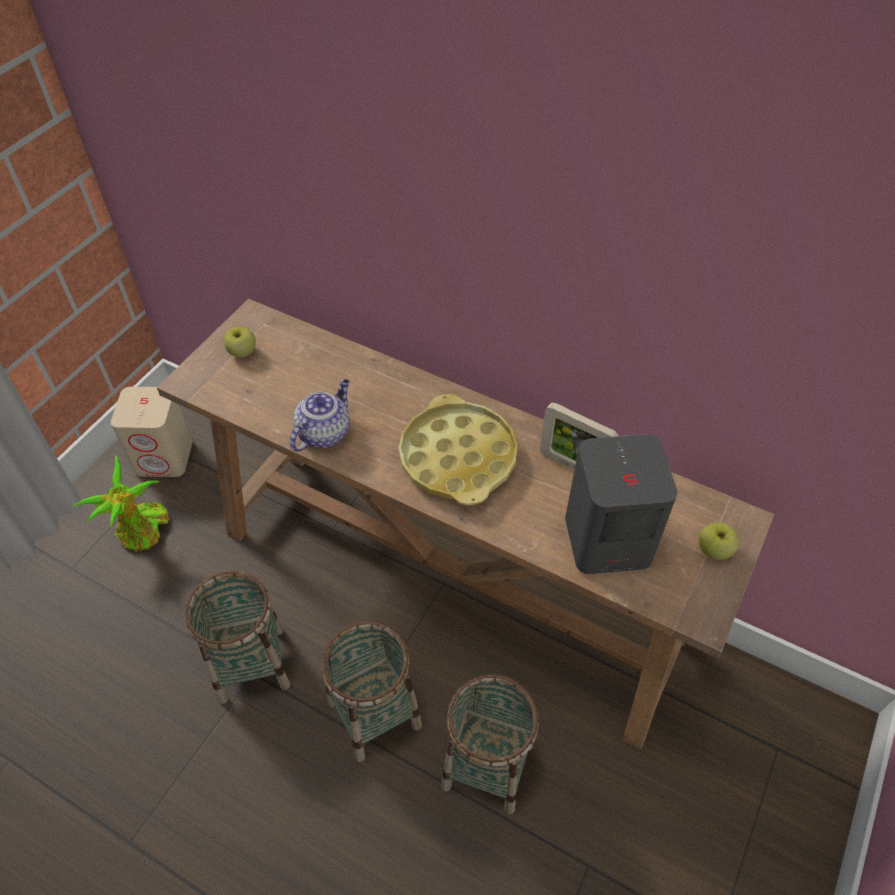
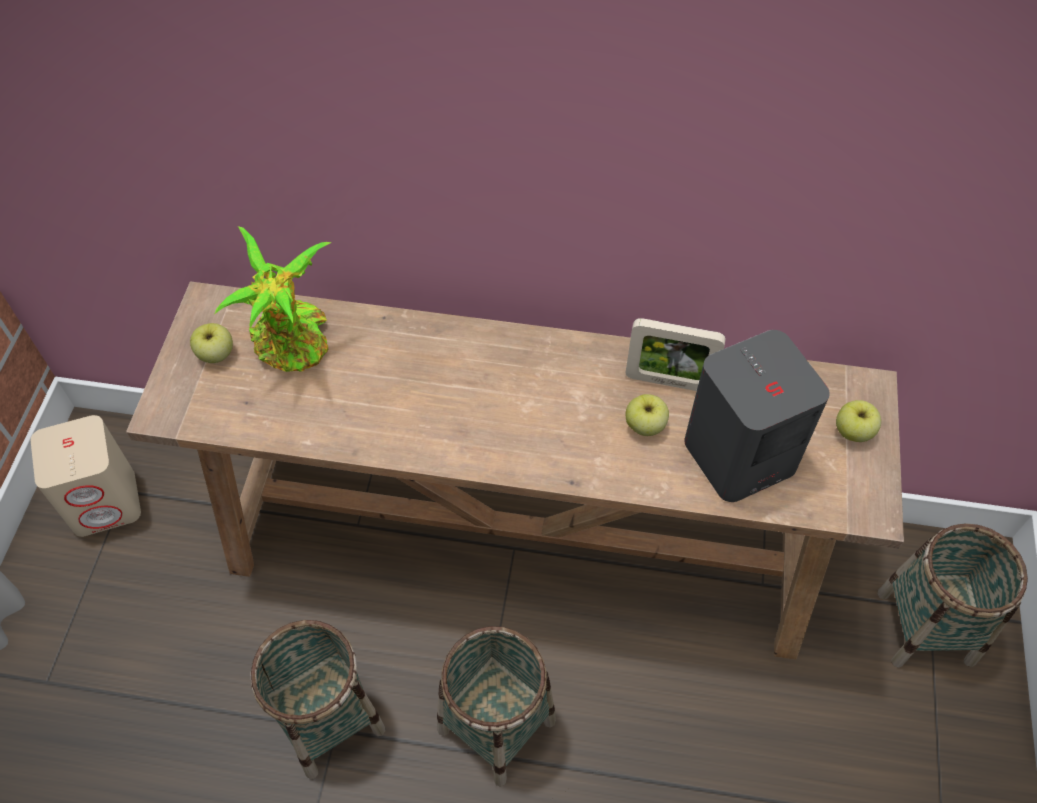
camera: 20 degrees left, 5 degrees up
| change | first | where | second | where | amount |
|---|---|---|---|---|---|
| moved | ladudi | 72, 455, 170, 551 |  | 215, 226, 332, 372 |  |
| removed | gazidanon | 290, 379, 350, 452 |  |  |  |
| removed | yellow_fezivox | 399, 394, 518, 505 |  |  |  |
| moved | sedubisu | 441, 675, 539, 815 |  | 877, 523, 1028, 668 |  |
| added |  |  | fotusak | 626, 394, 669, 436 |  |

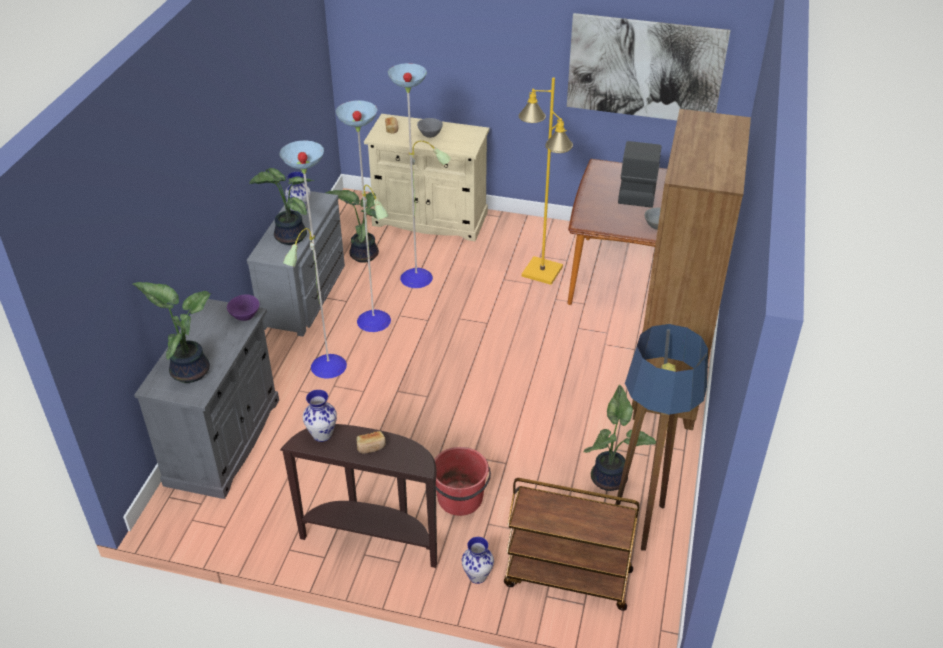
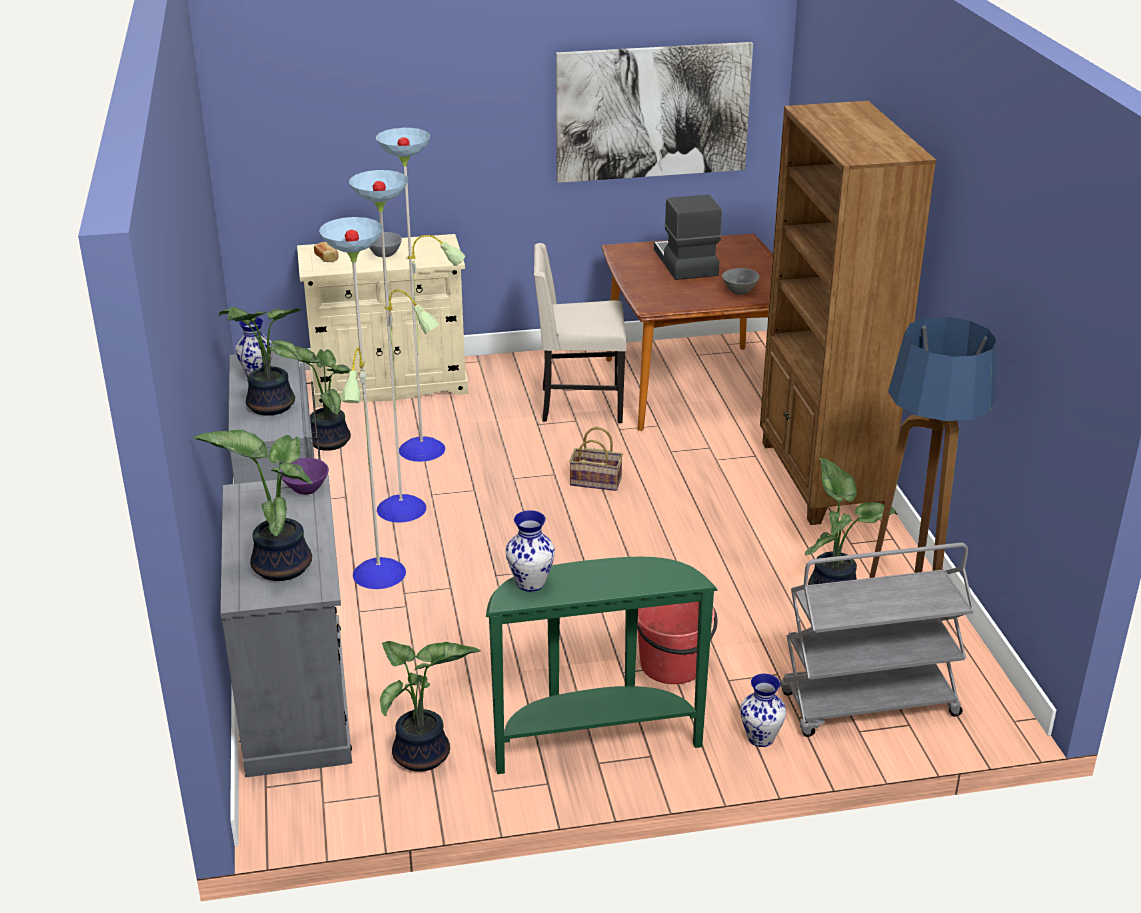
camera: 25 degrees left, 10 degrees down
| change | first | where | second | where | amount |
|---|---|---|---|---|---|
| recoloured | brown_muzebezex | 280, 424, 437, 568 | green_muzebezex | 486, 557, 718, 774 |  |
| removed | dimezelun | 357, 431, 386, 453 |  |  |  |
| recoloured | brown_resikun | 504, 478, 640, 611 | grey_resikun | 780, 543, 975, 737 |  |
| replaced | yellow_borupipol | 518, 77, 573, 285 | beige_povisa | 534, 243, 626, 423 |  |
| added |  |  | ladudi | 380, 641, 481, 772 |  |
| added |  |  | sedubisu | 569, 427, 623, 491 |  |

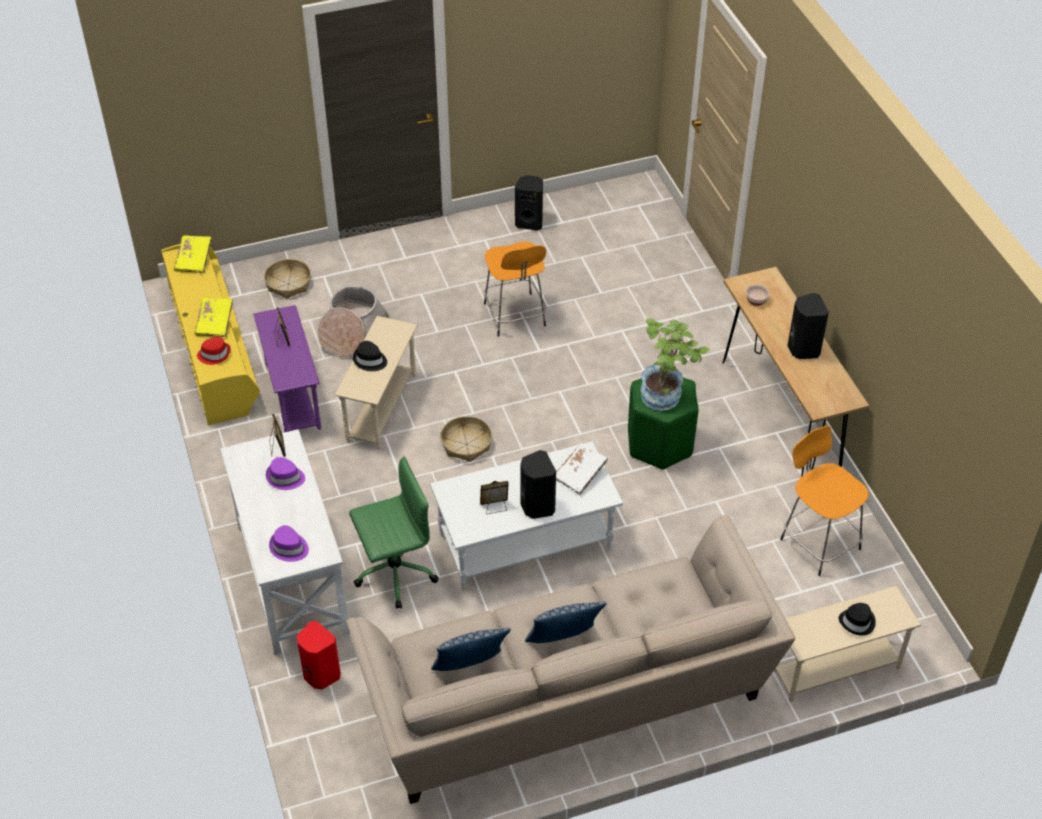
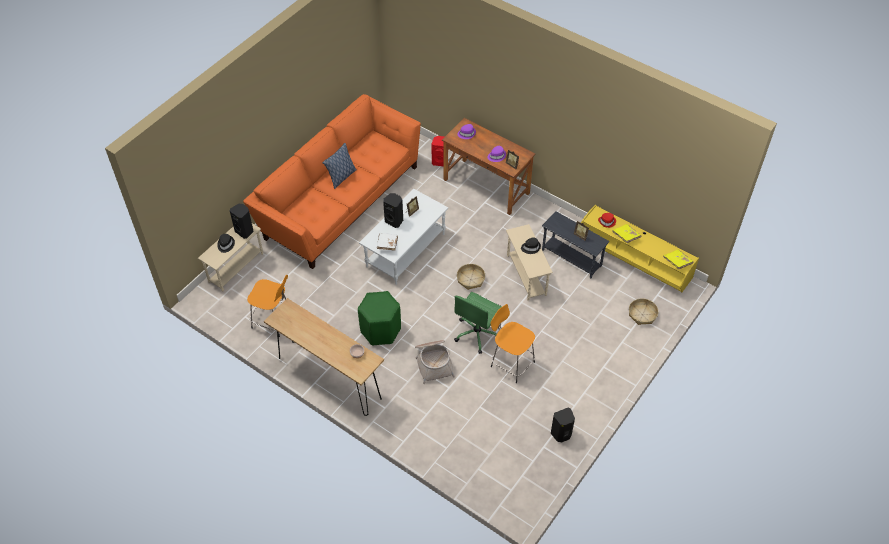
camera: 145 degrees right, 5 degrees up
| change | first | where | second | where | amount |
|---|---|---|---|---|---|
| recoloured | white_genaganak | 220, 429, 350, 655 | brown_genaganak | 442, 118, 536, 215 |  |
| recoloured | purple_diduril | 254, 305, 321, 432 | grey_diduril | 542, 211, 609, 279 |  |
| moved | sedubisu | 318, 286, 389, 357 |  | 415, 340, 455, 384 |  |
| recoloured | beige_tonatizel | 346, 515, 795, 804 | orange_tonatizel | 243, 94, 421, 269 |  |
| moved | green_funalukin | 349, 456, 439, 609 |  | 454, 292, 502, 354 |  |
| removed | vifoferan | 431, 628, 511, 671 |  |  |  |
| removed | ladudi | 640, 318, 710, 411 |  |  |  |
| moved | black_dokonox | 787, 293, 829, 359 |  | 230, 204, 254, 239 |  |

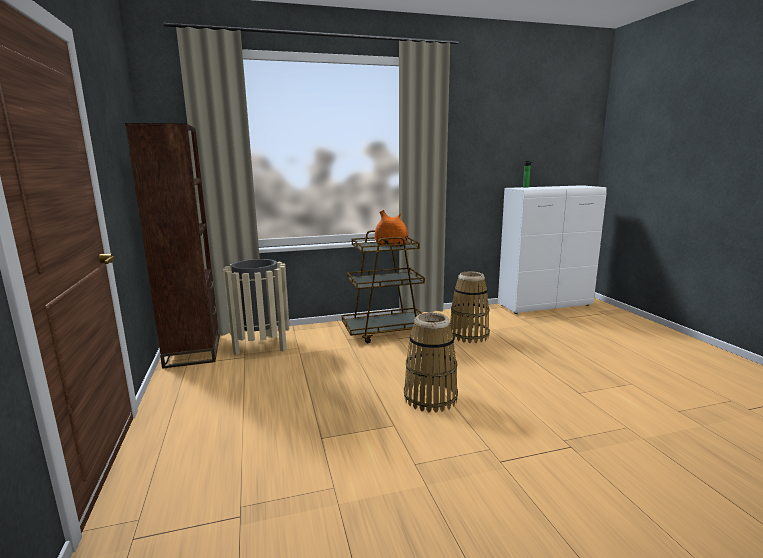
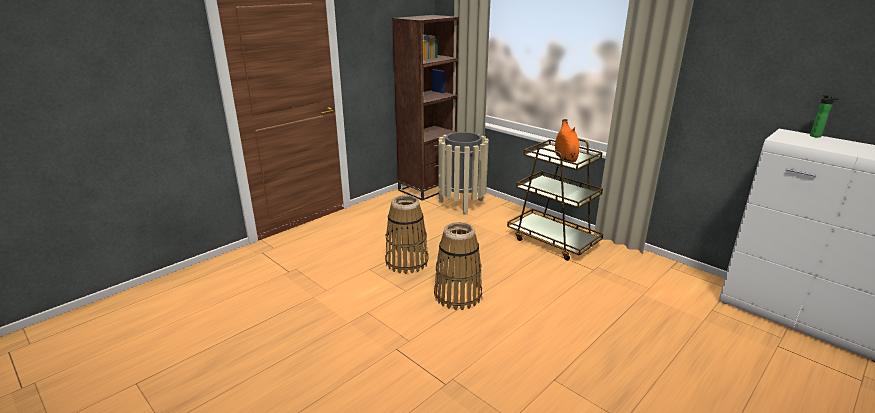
camera: 60 degrees right, 10 degrees up
| change | first | where | second | where | amount |
|---|---|---|---|---|---|
| moved | sedubisu | 450, 271, 490, 343 |  | 385, 195, 429, 274 |  |

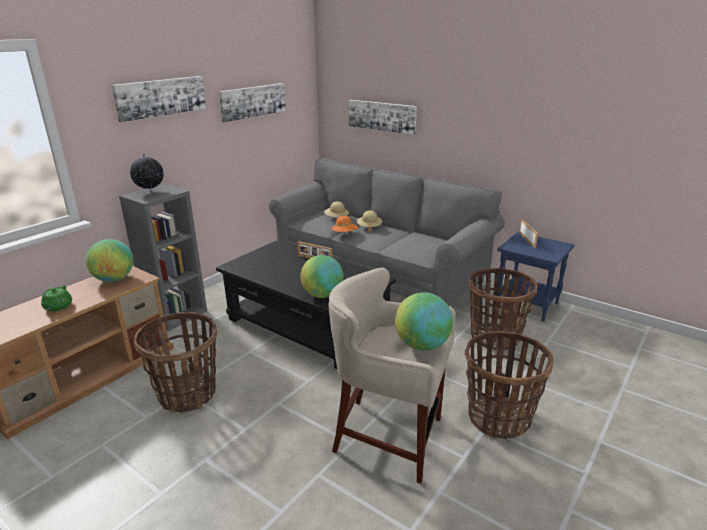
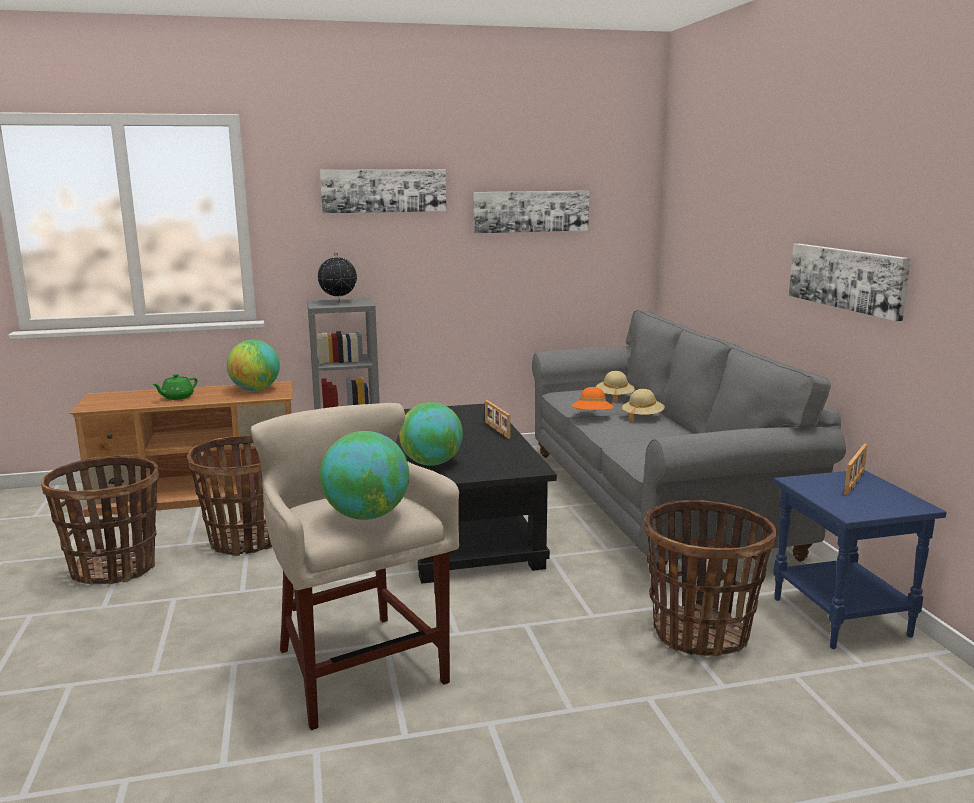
camera: 40 degrees right, 10 degrees down
| change | first | where | second | where | amount |
|---|---|---|---|---|---|
| moved | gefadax | 349, 100, 417, 135 |  | 789, 244, 911, 321 |  |
| moved | sedubisu | 465, 331, 554, 439 |  | 41, 456, 159, 584 |  |

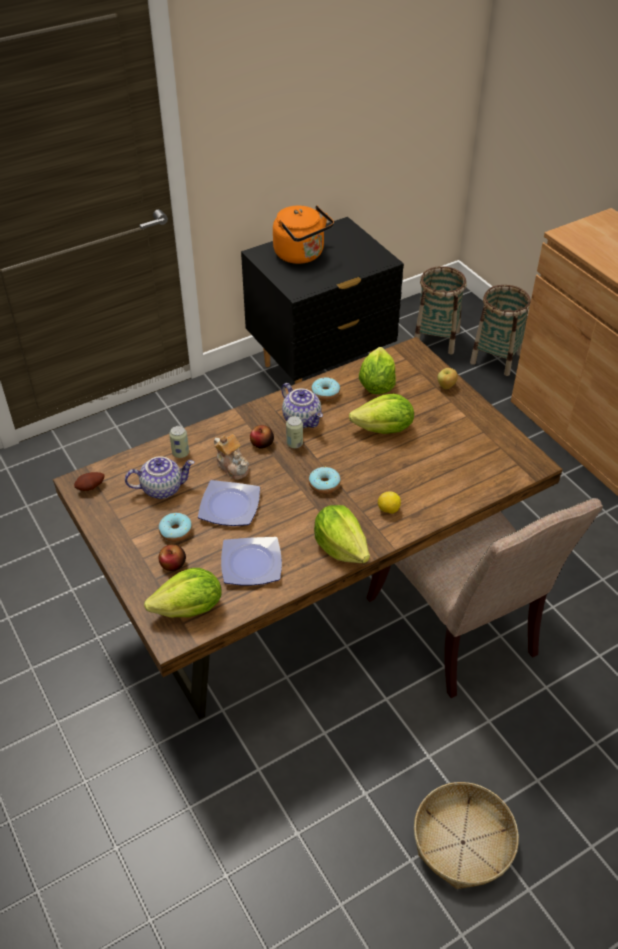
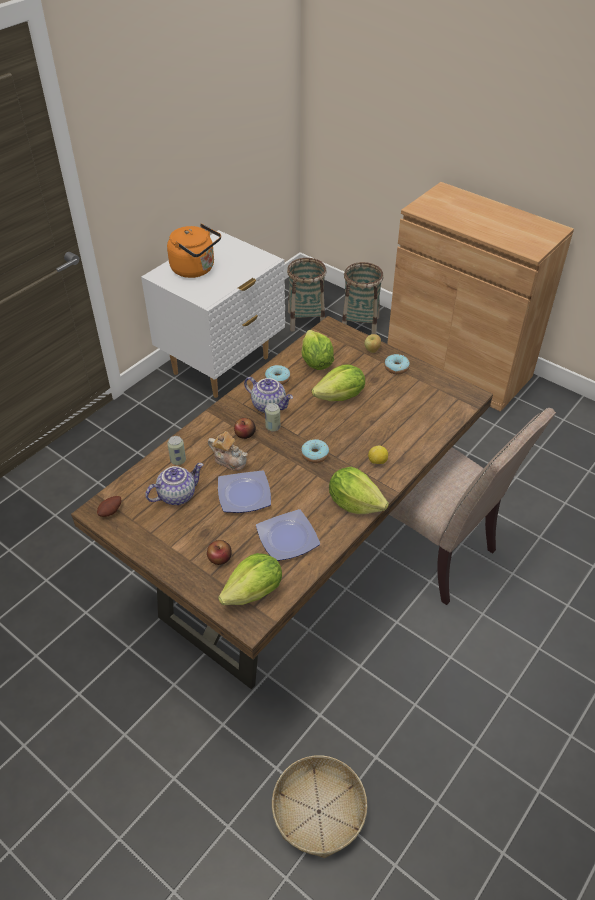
camera: 20 degrees left, 0 degrees up
| change | first | where | second | where | amount |
|---|---|---|---|---|---|
| moved | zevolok | 159, 513, 192, 542 |  | 384, 354, 410, 374 |  |
| recoloured | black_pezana | 241, 217, 404, 384 | white_pezana | 141, 230, 285, 398 |  |
| moved | sedubisu | 414, 782, 519, 889 |  | 272, 755, 367, 858 |  |

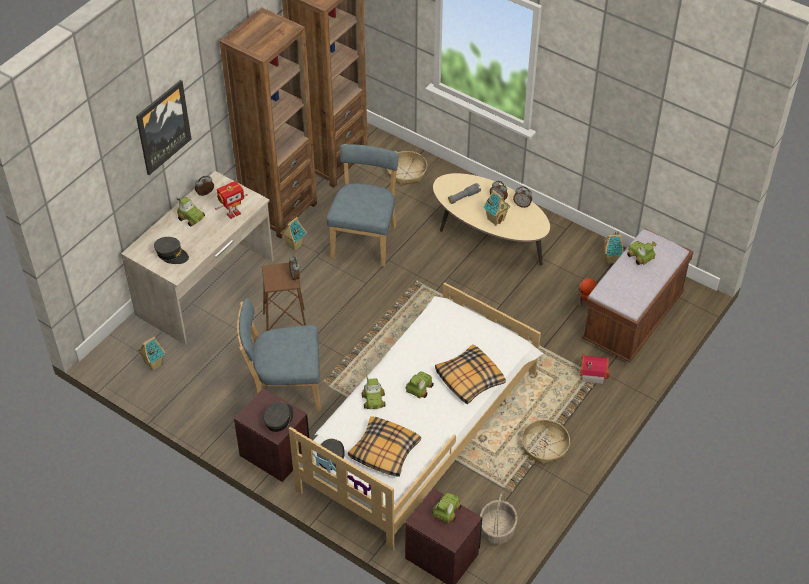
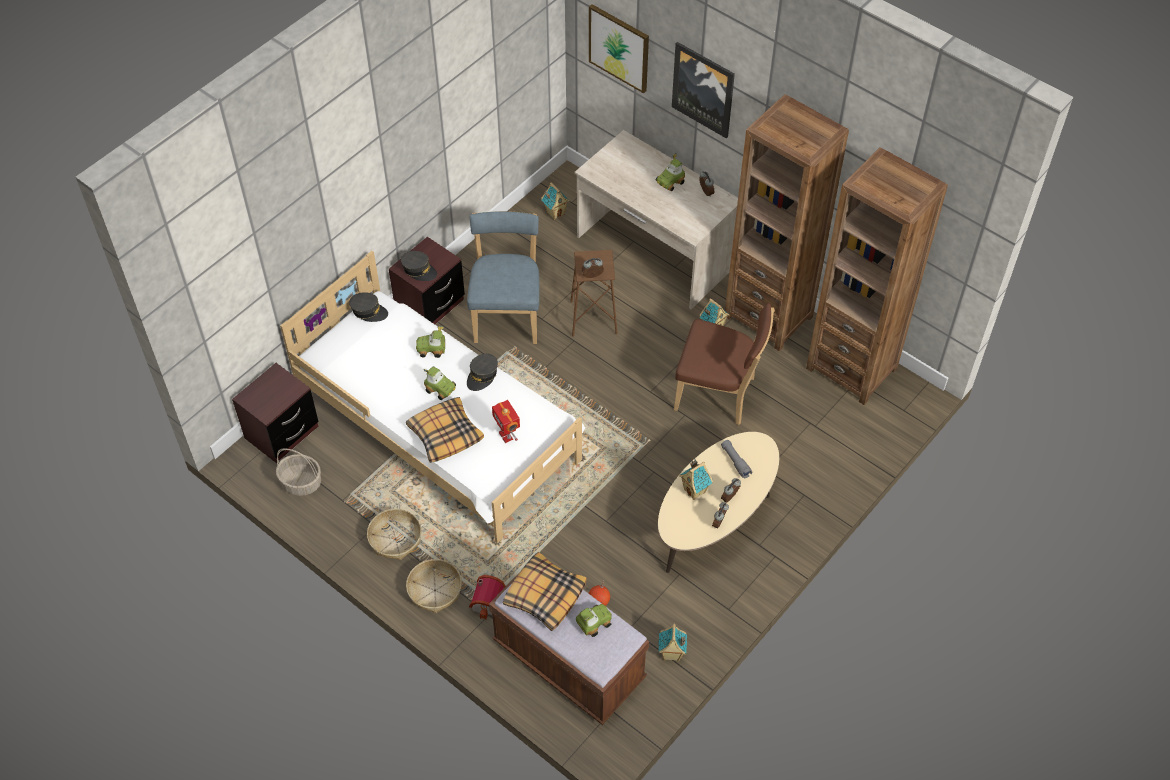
camera: 95 degrees right, 5 degrees up
| change | first | where | second | where | amount |
|---|---|---|---|---|---|
| moved | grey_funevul | 154, 237, 189, 264 |  | 467, 354, 498, 391 |  |
| moved | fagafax | 215, 181, 248, 219 |  | 492, 400, 520, 443 |  |
| recoloured | blue_povisa | 327, 144, 399, 267 | brown_povisa | 674, 303, 775, 425 |  |
| moved | vifoferan | 348, 416, 421, 477 |  | 503, 552, 587, 631 |  |
| moved | sedubisu | 387, 151, 427, 186 |  | 406, 559, 462, 613 |  |
| removed | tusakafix | 432, 493, 461, 523 |  |  |  |
| added |  |  | gefadax | 589, 4, 649, 93 |  |

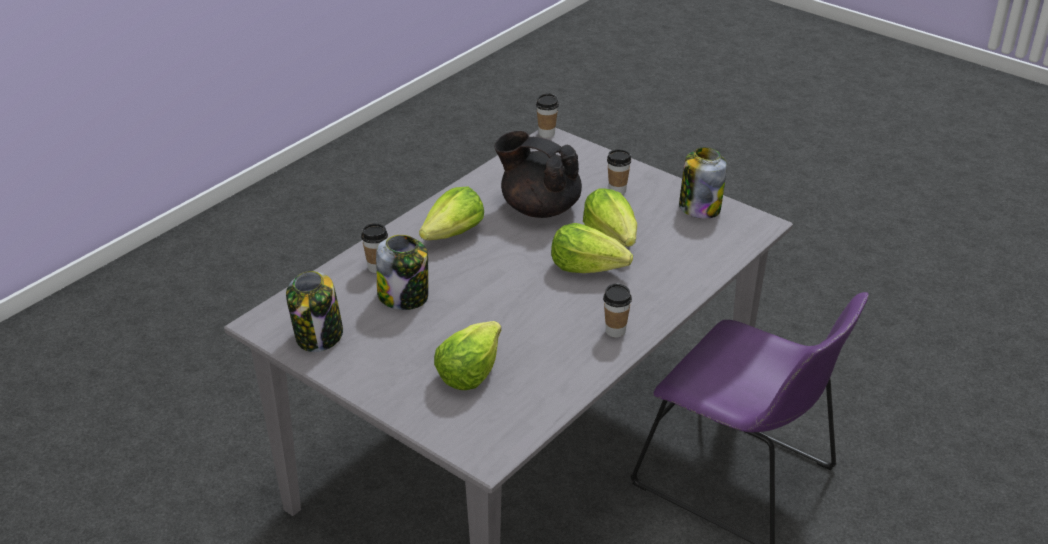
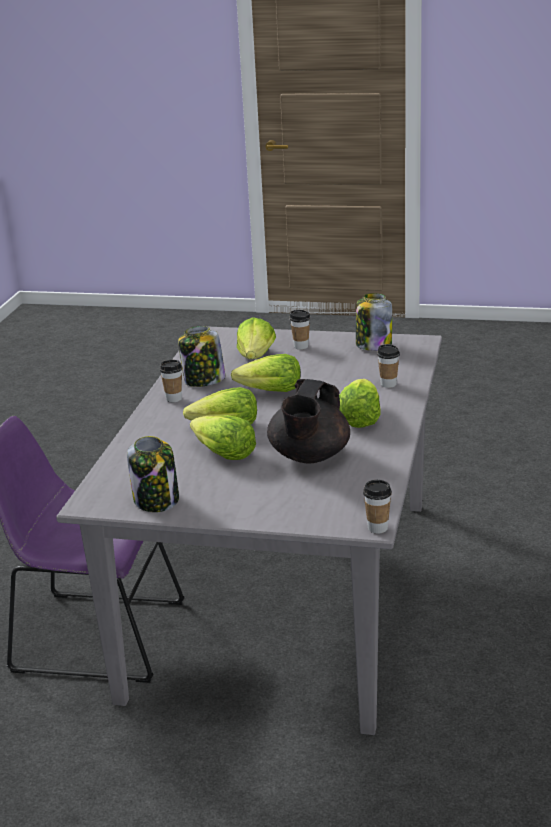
camera: 155 degrees right, 10 degrees down
| change | first | where | second | where | amount |
|---|---|---|---|---|---|
| moved | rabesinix | 376, 235, 429, 310 |  | 178, 326, 225, 387 |  |
| turned | black_gazidanon | 494, 131, 582, 218 |  | 267, 379, 350, 463 | 105 degrees clockwise |
| moved | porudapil | 607, 149, 631, 195 |  | 290, 310, 310, 349 |  |
| added |  |  | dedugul | 231, 354, 301, 392 |  |

